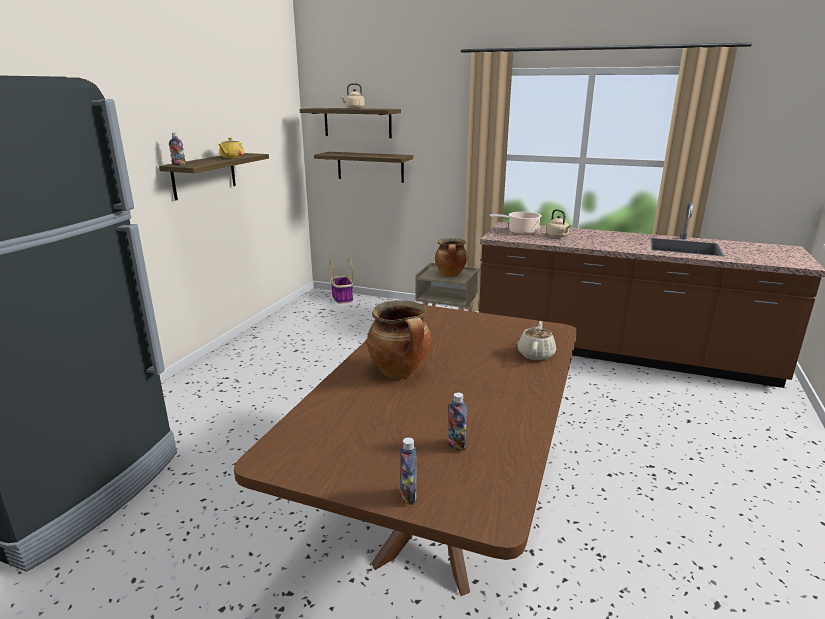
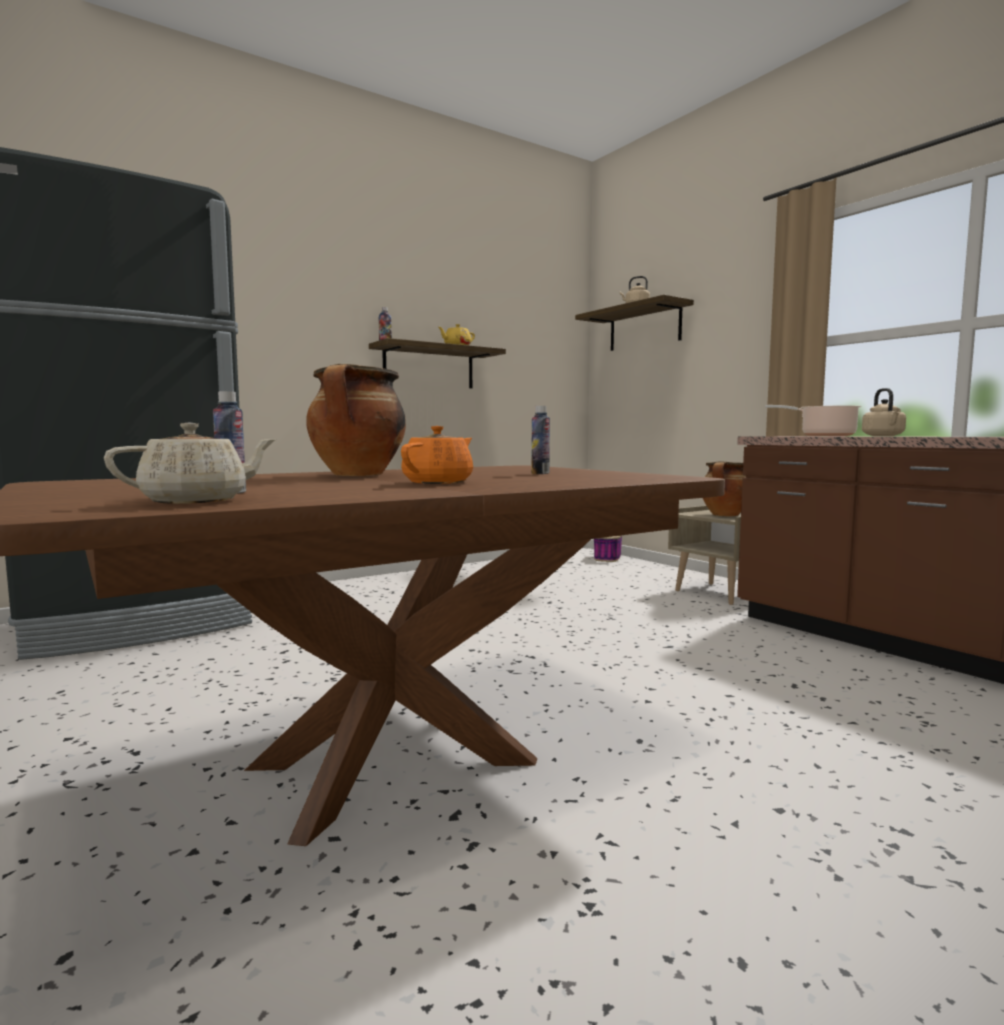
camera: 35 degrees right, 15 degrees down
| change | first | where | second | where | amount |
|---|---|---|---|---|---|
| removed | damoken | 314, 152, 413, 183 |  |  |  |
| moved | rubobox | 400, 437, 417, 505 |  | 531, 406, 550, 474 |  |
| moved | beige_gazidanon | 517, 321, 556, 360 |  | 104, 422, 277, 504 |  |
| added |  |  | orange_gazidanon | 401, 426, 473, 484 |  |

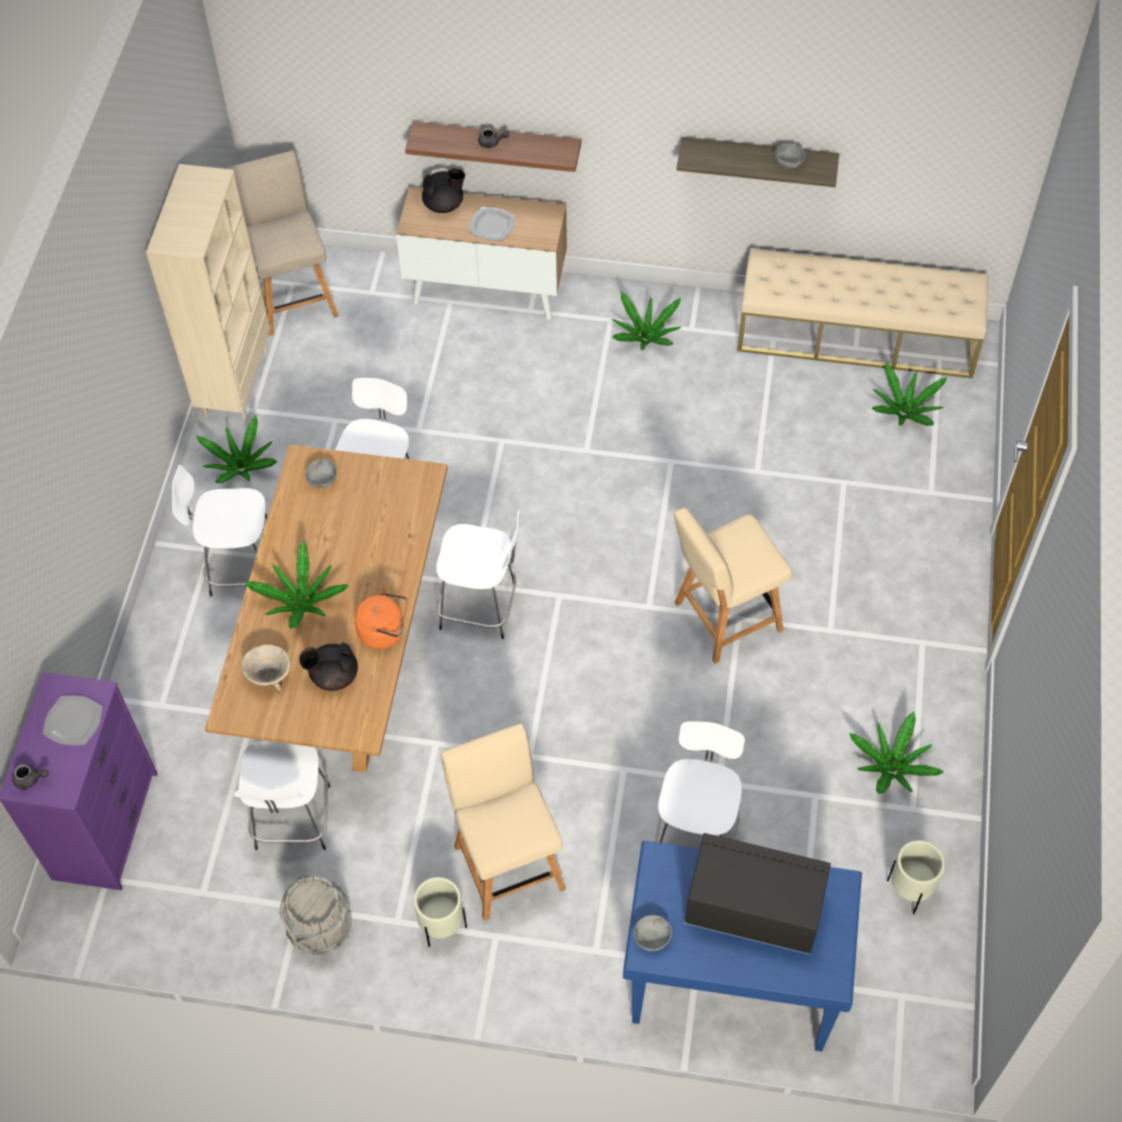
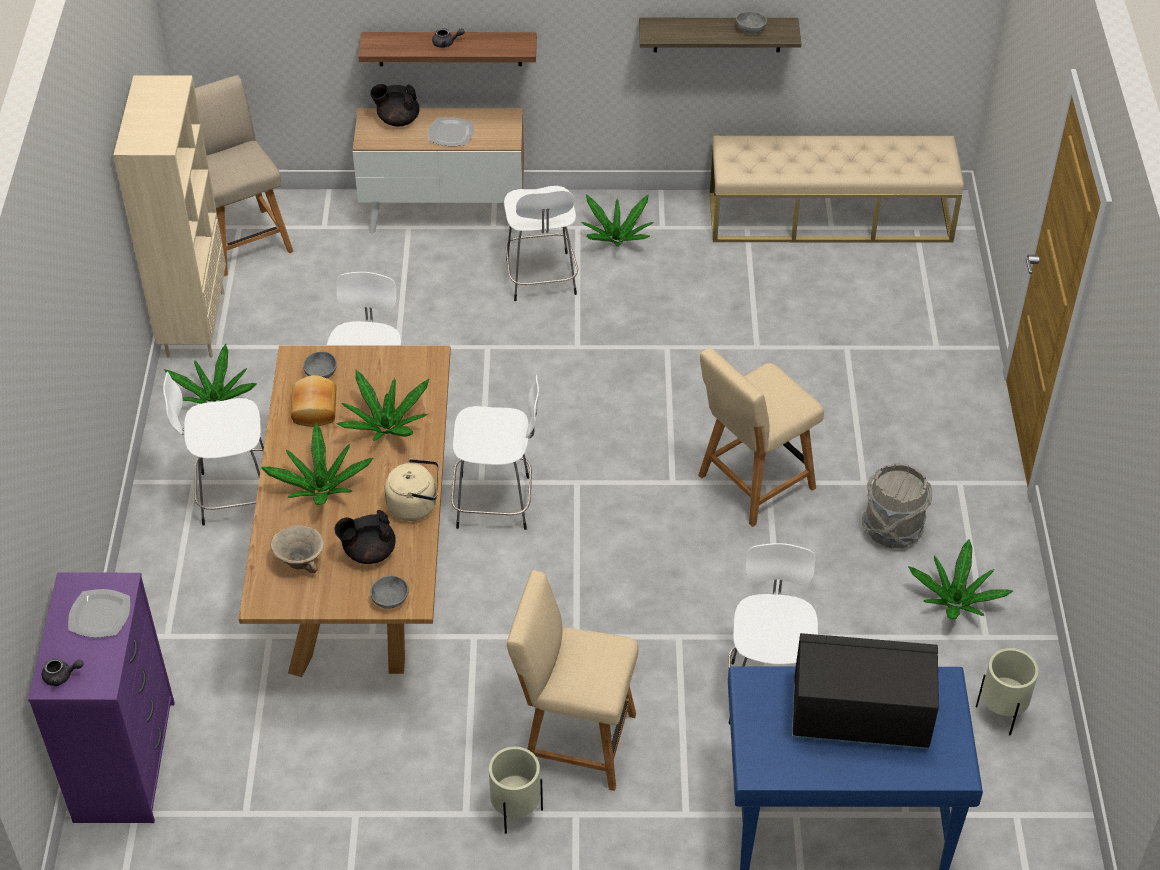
camera: 10 degrees left, 10 degrees down
| change | first | where | second | where | amount |
|---|---|---|---|---|---|
| moved | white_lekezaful | 234, 741, 331, 850 |  | 504, 186, 578, 301 |  |
| moved | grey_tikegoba | 279, 875, 352, 956 |  | 862, 463, 932, 548 |  |
| recoloured | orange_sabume | 355, 588, 407, 649 | beige_sabume | 385, 458, 439, 521 |  |
| turned | black_gazidanon | 422, 168, 465, 213 |  | 370, 84, 420, 126 | 150 degrees counterclockwise |
| turned | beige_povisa | 441, 723, 566, 921 |  | 507, 570, 639, 791 | 45 degrees counterclockwise |
| moved | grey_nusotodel | 634, 915, 672, 951 |  | 370, 576, 409, 609 |  |
| moved | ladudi | 871, 362, 947, 426 |  | 337, 370, 429, 441 |  |
| added |  |  | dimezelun | 291, 375, 336, 427 |  |

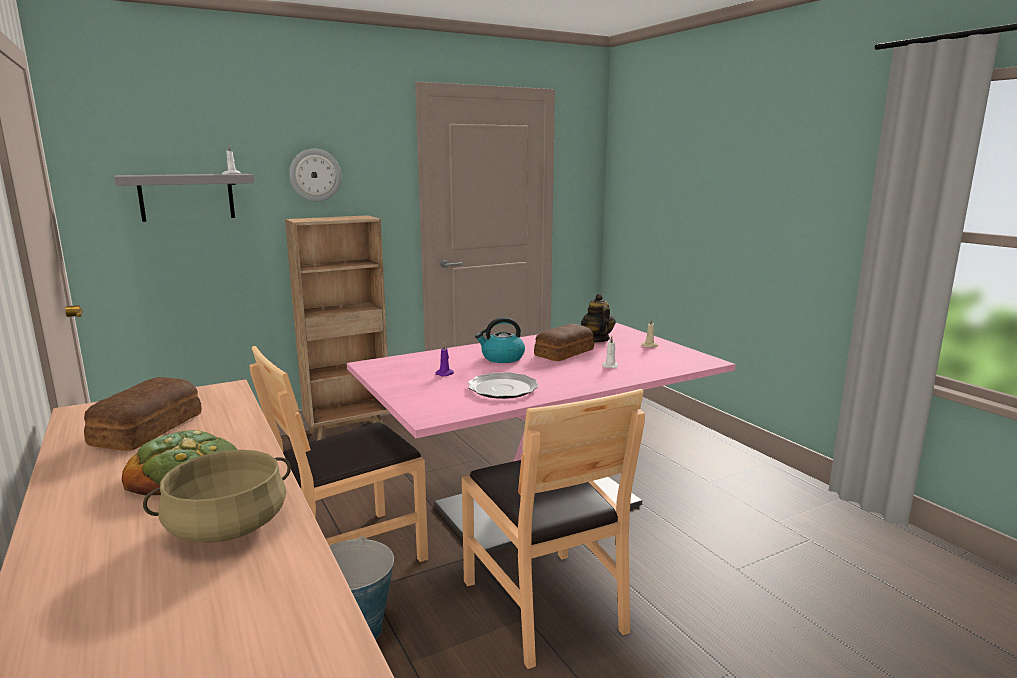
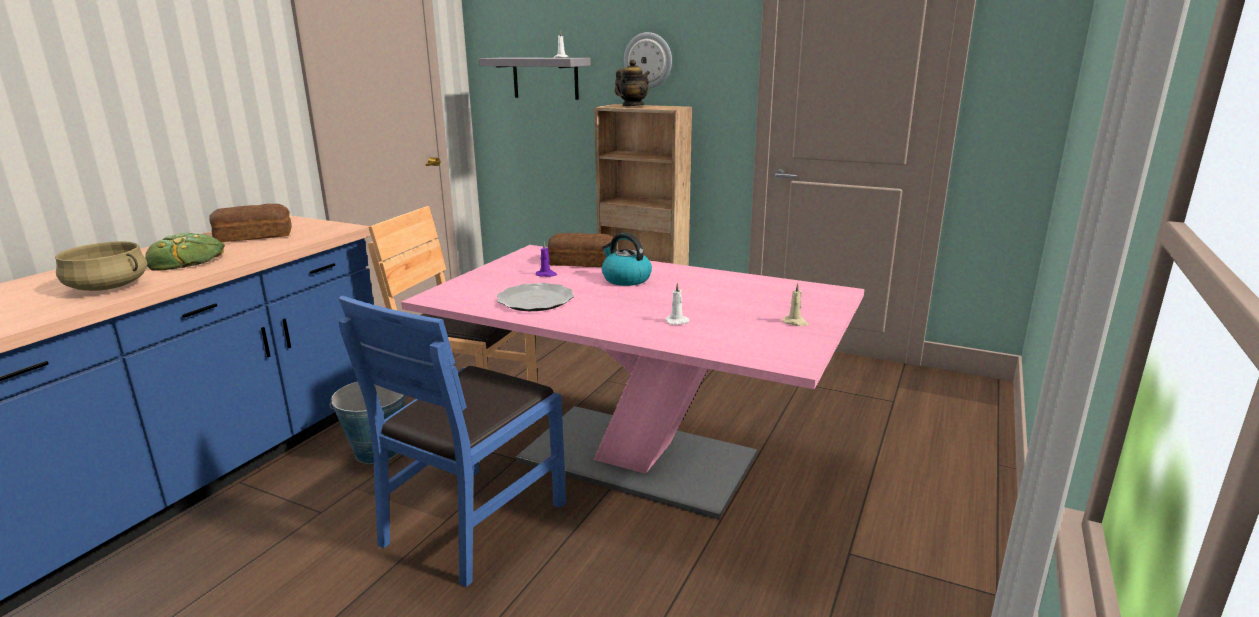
camera: 55 degrees right, 5 degrees up
| change | first | where | second | where | amount |
|---|---|---|---|---|---|
| recoloured | brown_povisa | 462, 389, 645, 669 | blue_povisa | 339, 295, 566, 587 |  |
| moved | dimezelun | 534, 324, 594, 361 |  | 548, 233, 613, 267 |  |
| moved | gazidanon | 581, 294, 615, 342 |  | 615, 59, 650, 106 |  |

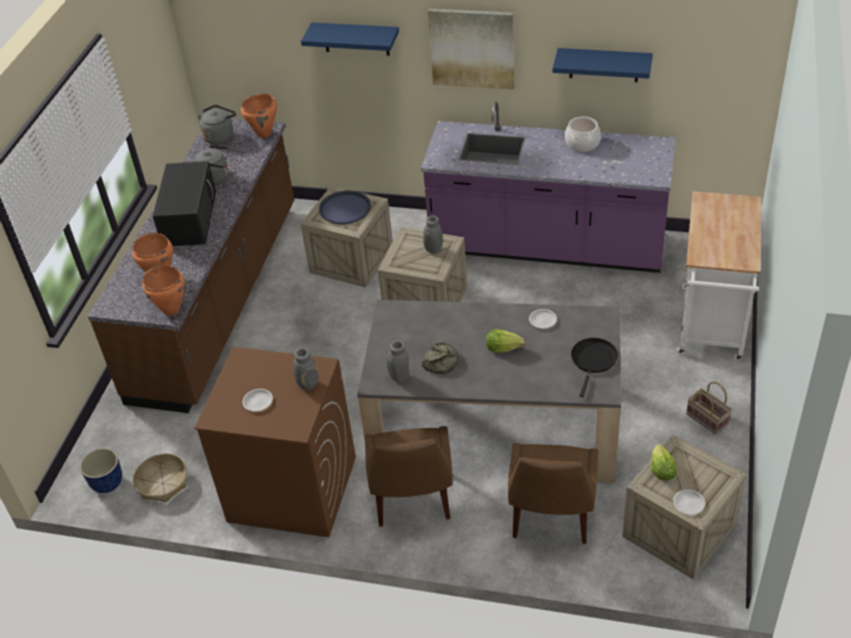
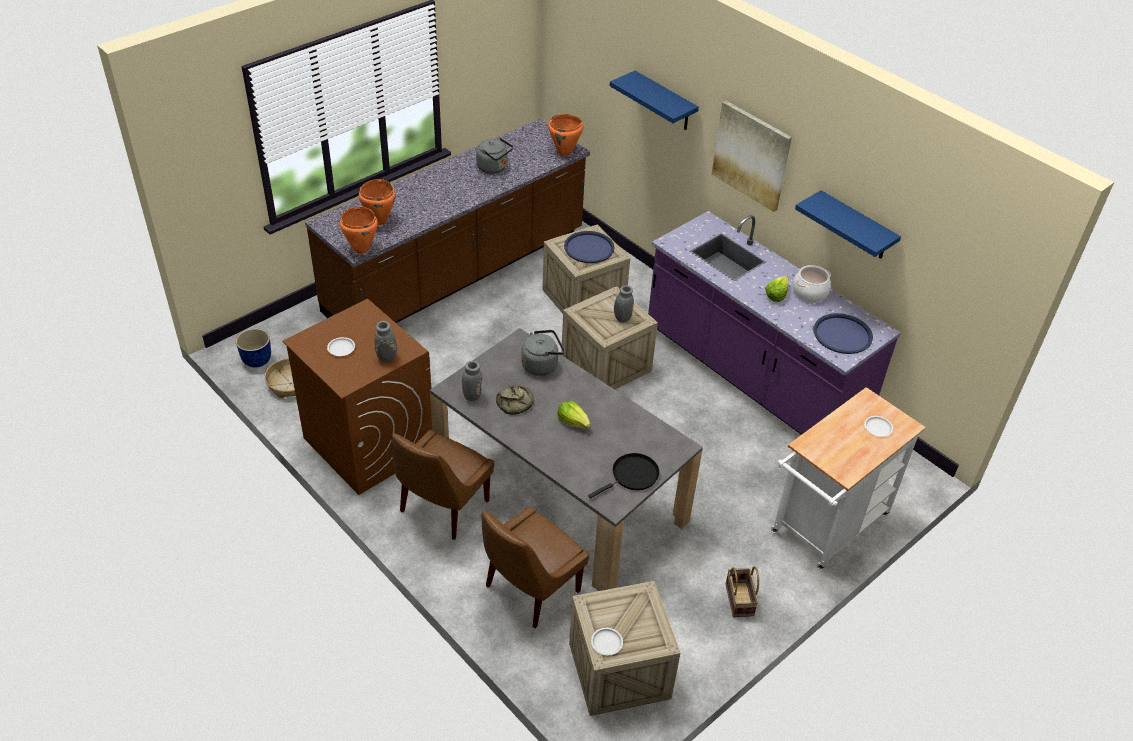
camera: 30 degrees right, 0 degrees up
| change | first | where | second | where | amount |
|---|---|---|---|---|---|
| removed | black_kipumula | 153, 161, 216, 246 |  |  |  |
| moved | grey_sabume | 198, 105, 236, 145 |  | 521, 330, 565, 376 |  |
| moved | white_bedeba | 529, 309, 557, 328 |  | 864, 416, 893, 437 |  |
| moved | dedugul | 651, 444, 677, 481 |  | 765, 276, 789, 302 |  |
| added |  |  | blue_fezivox | 814, 313, 873, 354 |  |

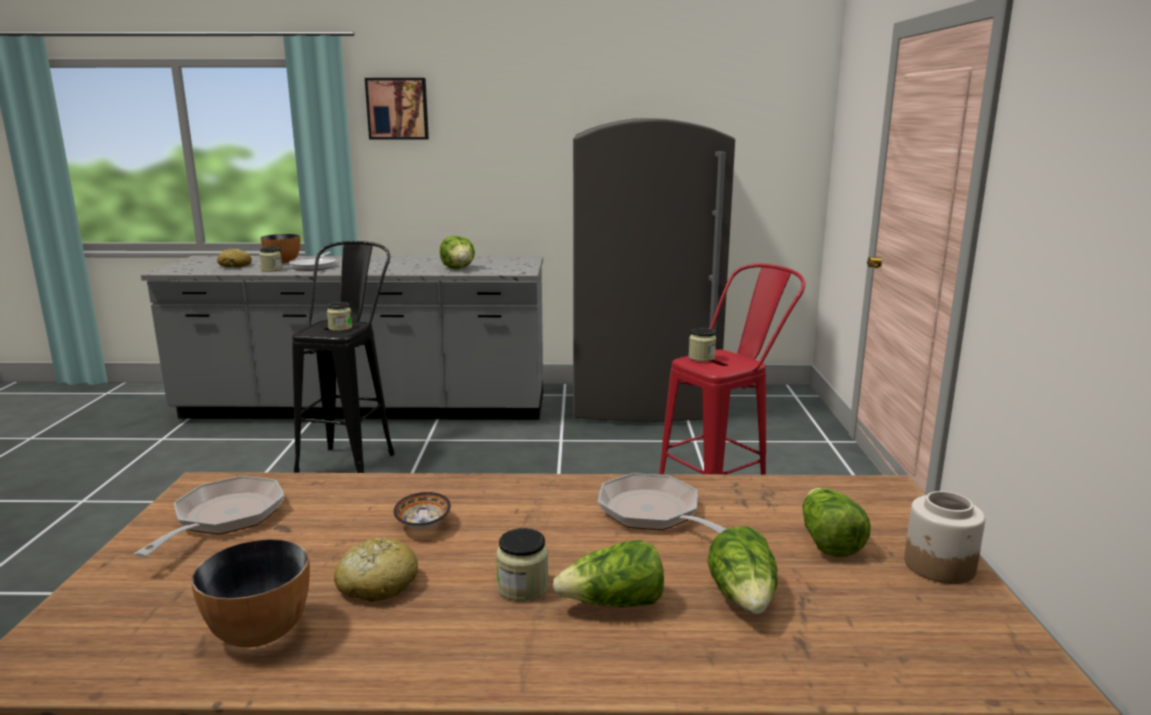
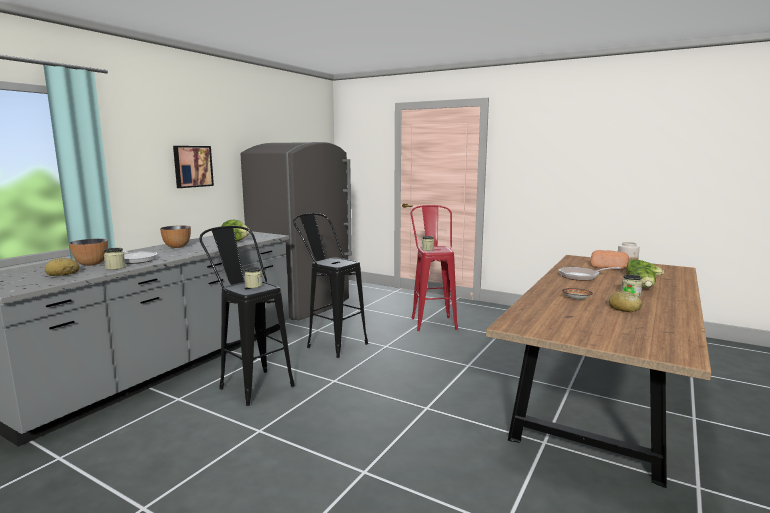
camera: 60 degrees left, 5 degrees down
| change | first | where | second | where | amount |
|---|---|---|---|---|---|
| removed | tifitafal | 134, 476, 285, 557 |  |  |  |
| moved | nusotodel | 191, 539, 310, 647 |  | 160, 225, 191, 248 |  |
| moved | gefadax | 365, 78, 429, 139 |  | 173, 146, 214, 188 |  |
| replaced | dedugul | 802, 488, 871, 557 | dimezelun | 591, 250, 629, 270 |  |
| added |  |  | black_lekezaful | 293, 213, 368, 358 |  |

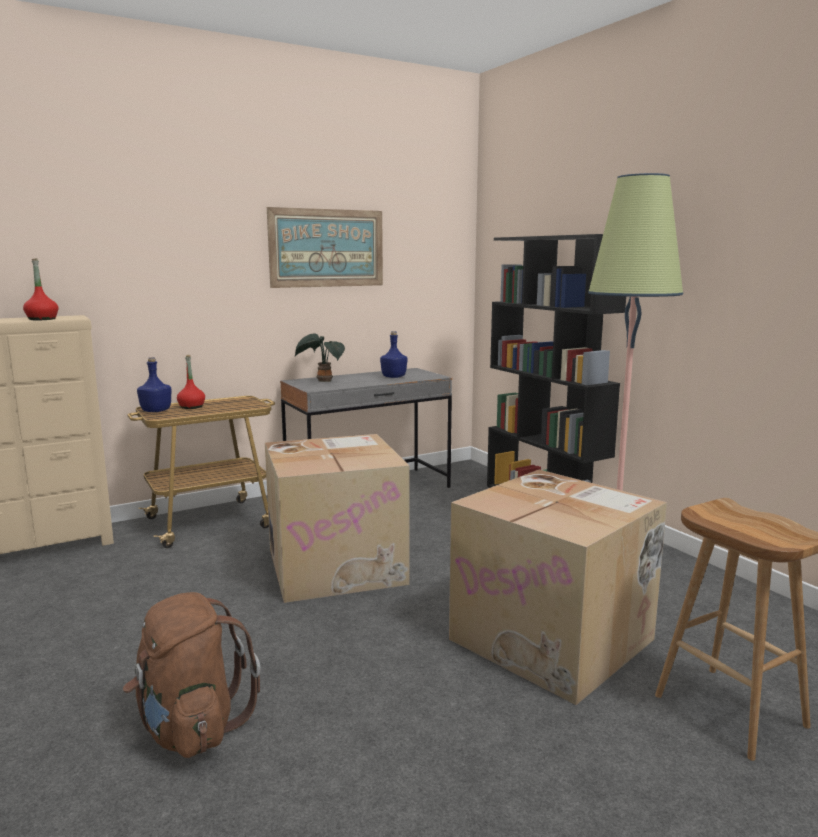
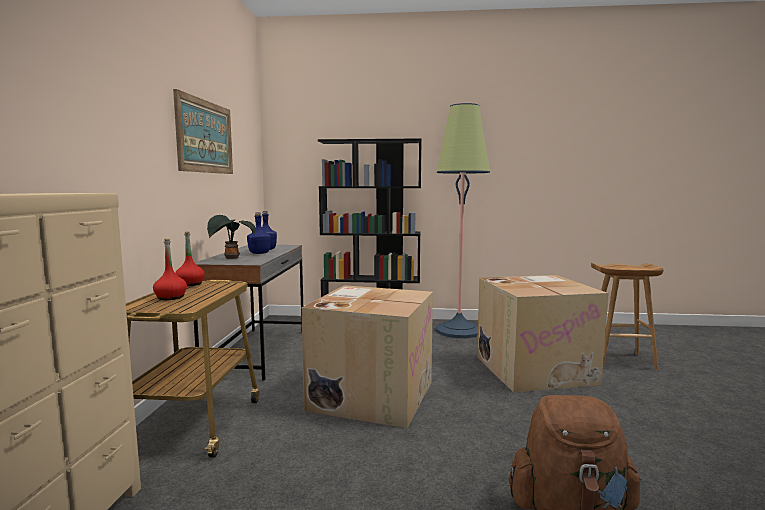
camera: 55 degrees left, 5 degrees down
| change | first | where | second | where | amount |
|---|---|---|---|---|---|
| moved | red_rubobox | 23, 258, 58, 320 |  | 175, 231, 205, 286 |  |
| moved | blue_rubobox | 137, 357, 172, 412 |  | 247, 212, 271, 254 |  |

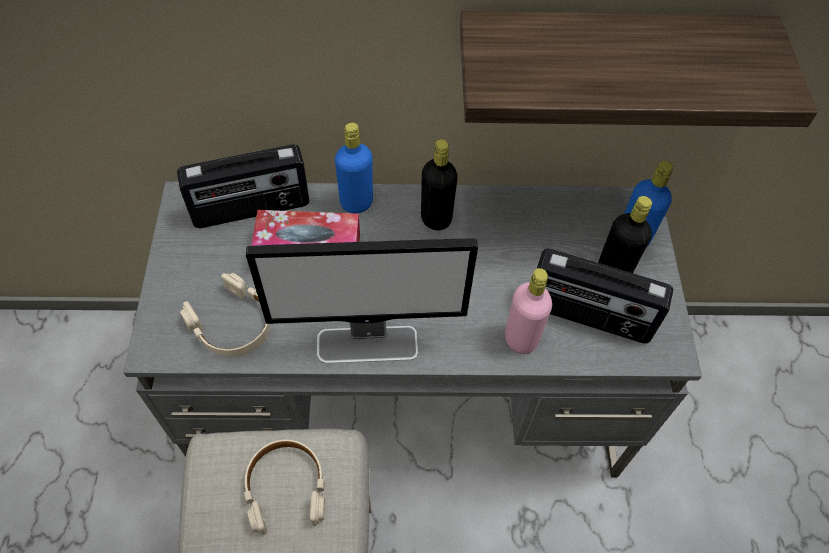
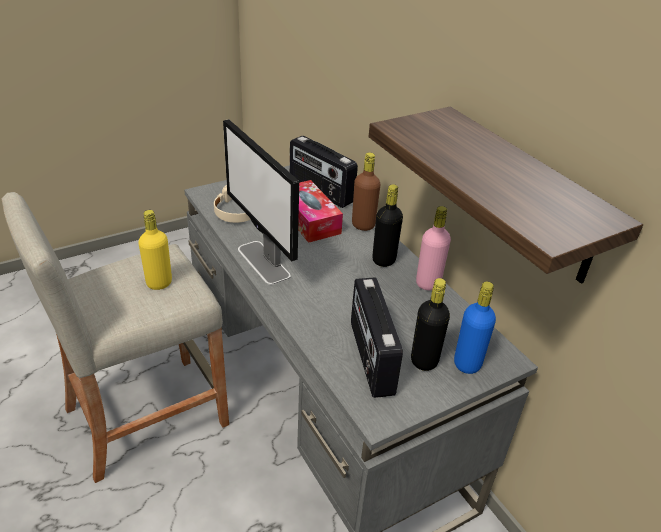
camera: 60 degrees right, 20 degrees down
| change | first | where | second | where | amount |
|---|---|---|---|---|---|
| replaced | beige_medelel | 244, 440, 325, 535 | yellow_rubobox | 138, 210, 172, 290 |  |
| recoloured | blue_rubobox | 335, 123, 373, 213 | brown_rubobox | 352, 152, 380, 231 |  |
| moved | pink_rubobox | 505, 268, 552, 354 |  | 416, 206, 451, 290 |  |

